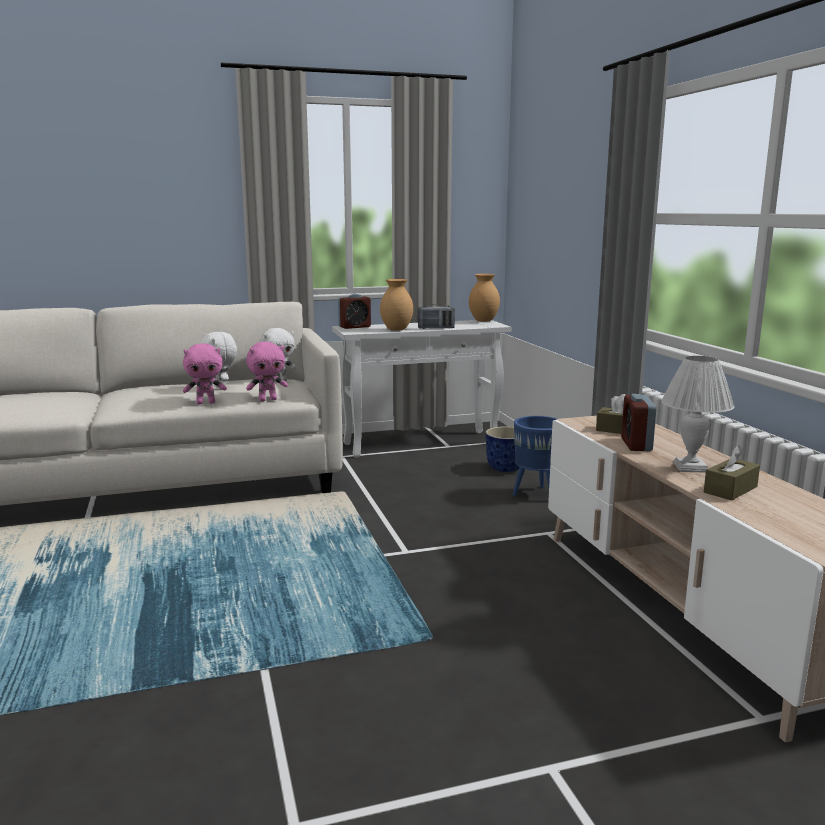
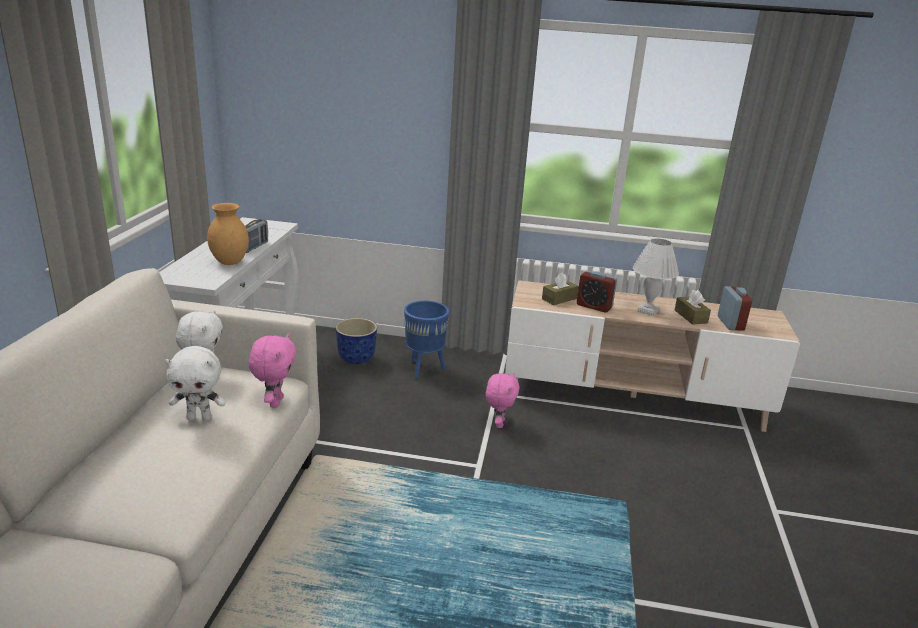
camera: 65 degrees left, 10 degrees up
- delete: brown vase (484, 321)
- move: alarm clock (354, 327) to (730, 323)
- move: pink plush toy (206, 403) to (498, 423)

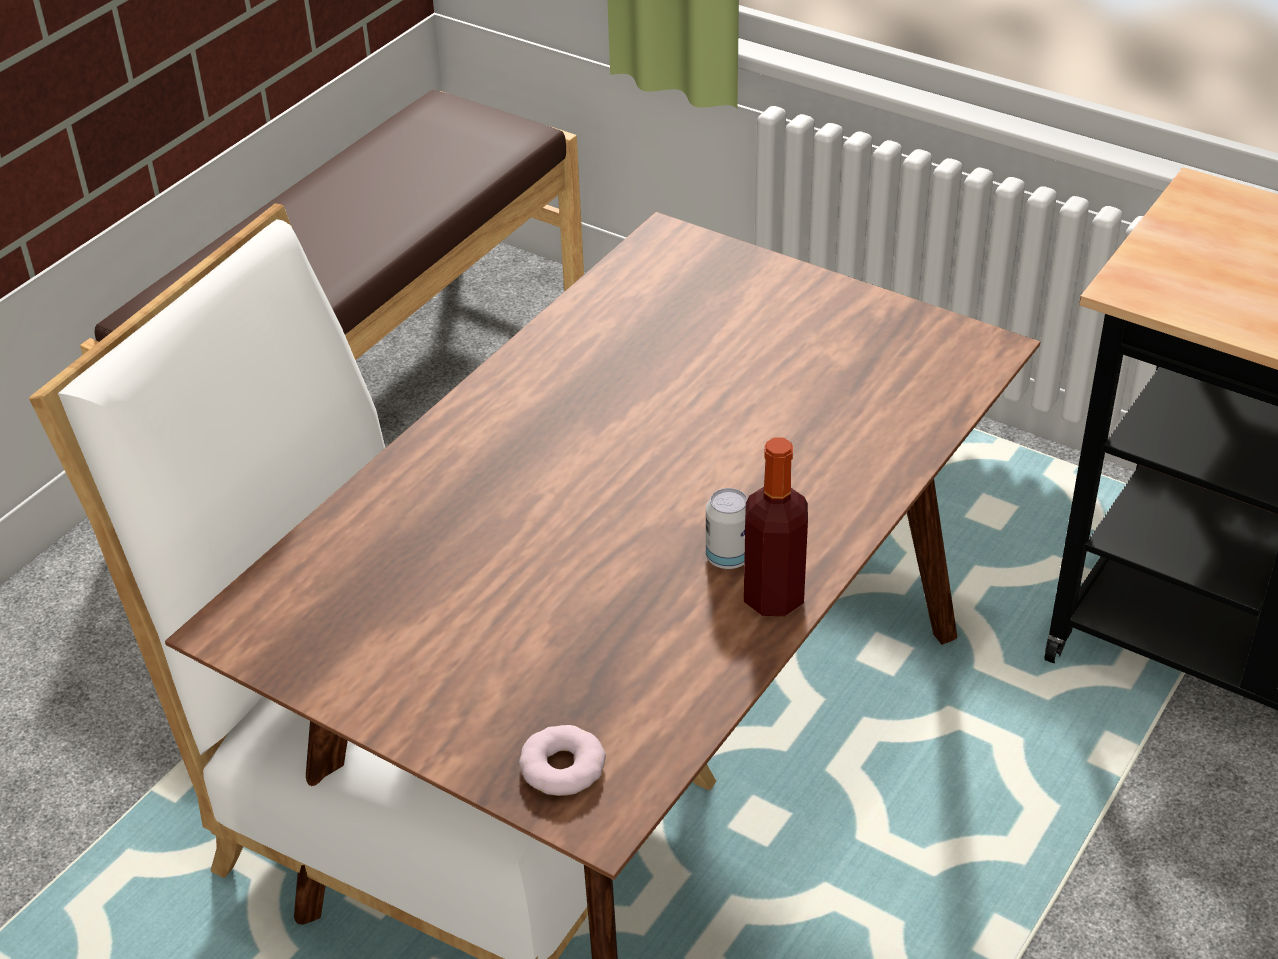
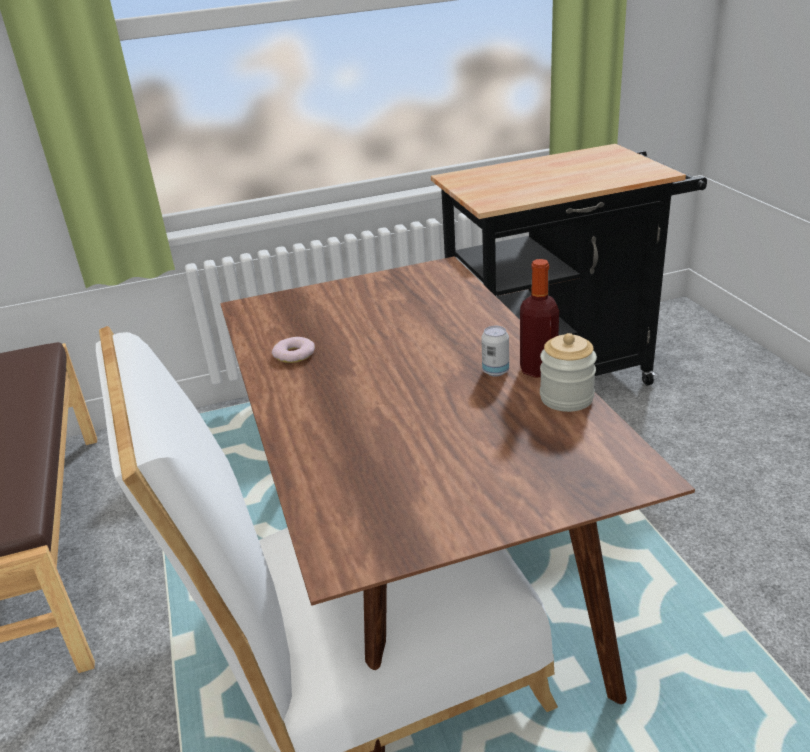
camera: 50 degrees left, 10 degrees down
- move: donut (562, 767) to (294, 354)
- insert: jar (566, 398)

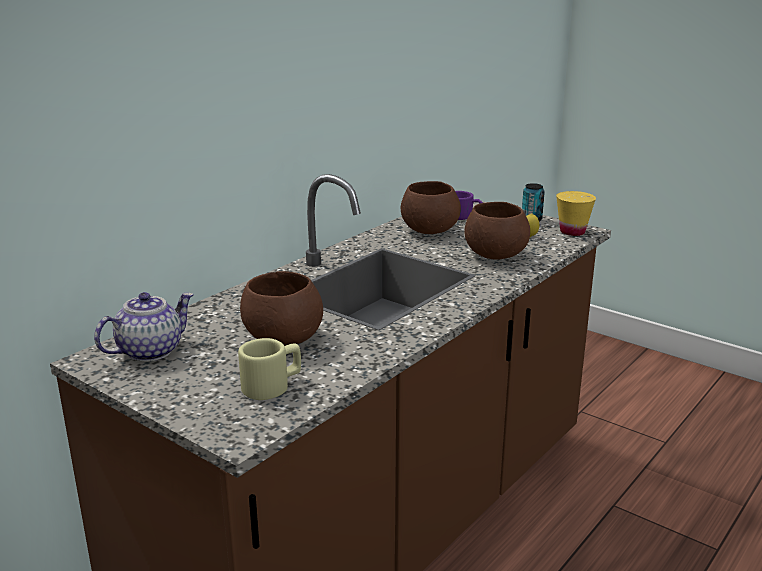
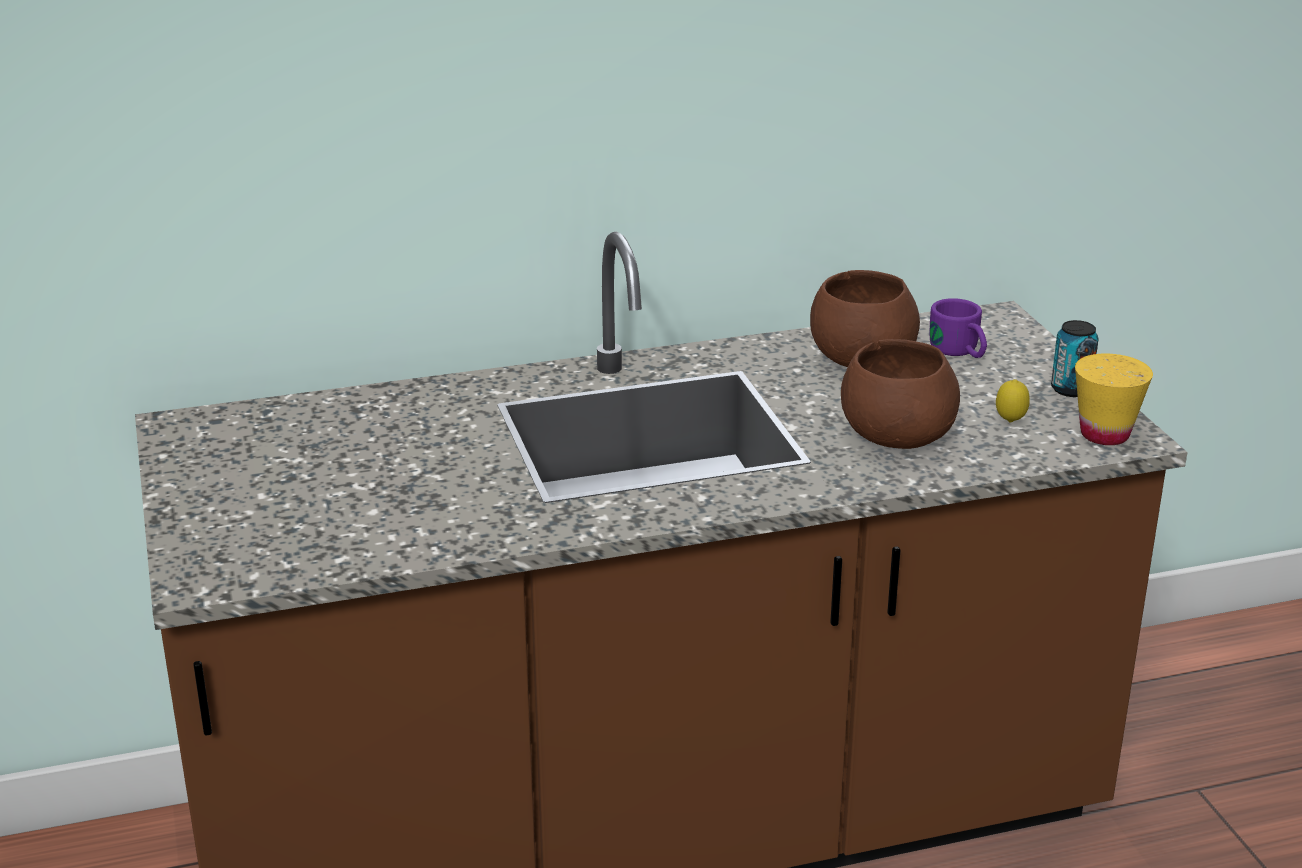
camera: 35 degrees right, 5 degrees up
- delete: brown bowl (283, 339)
- delete: teapot (150, 350)
- delete: beige mug (272, 386)

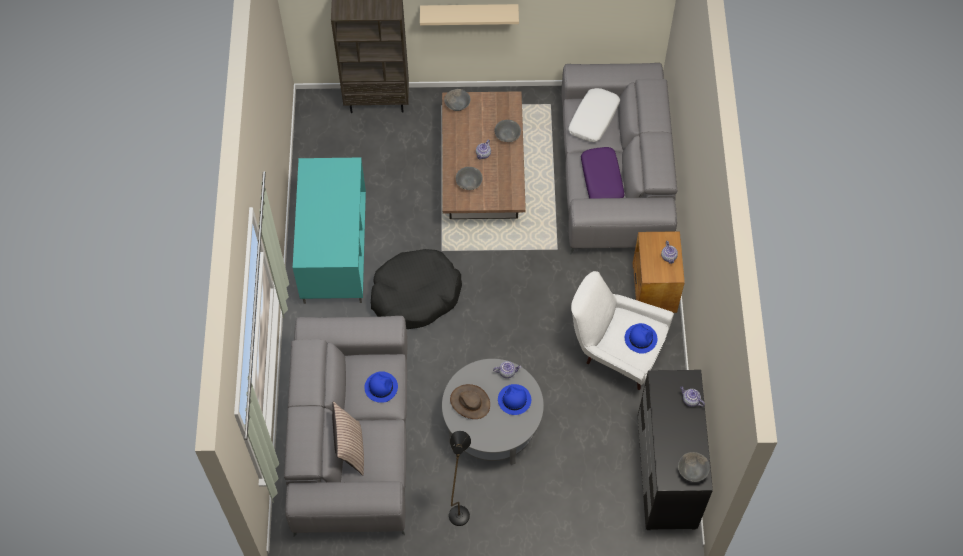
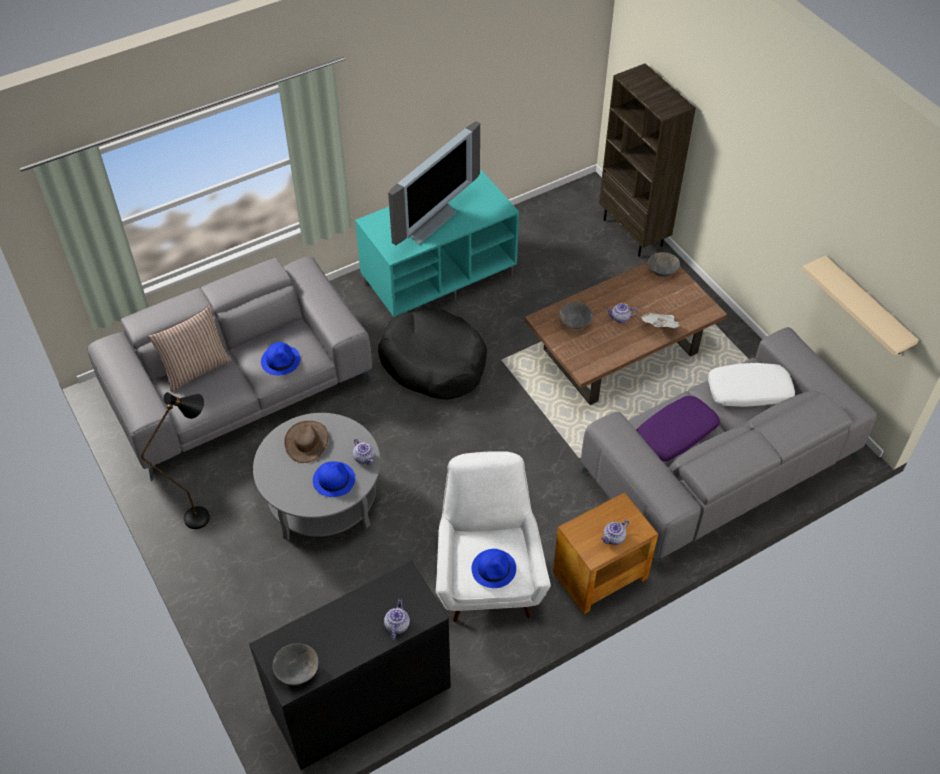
camera: 60 degrees right, 10 degrees down
- move: beige shelf (469, 12) to (866, 307)
- replace: grey bowl (507, 136) to newspaper (660, 327)
- insert: television (426, 222)

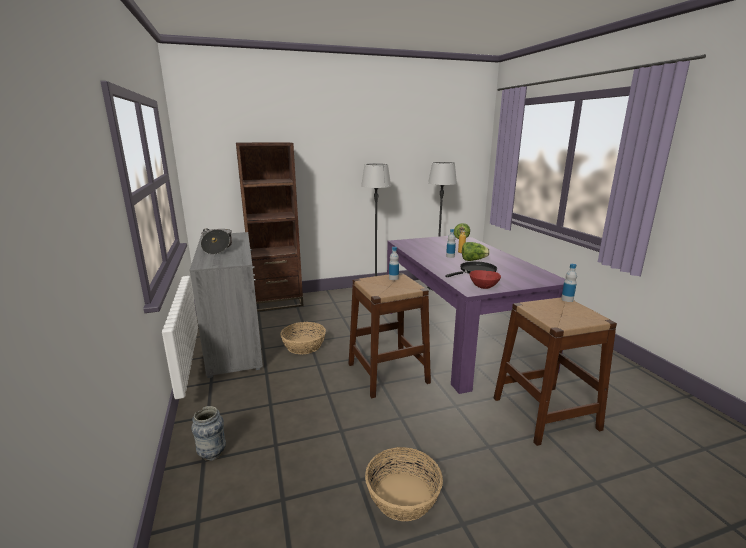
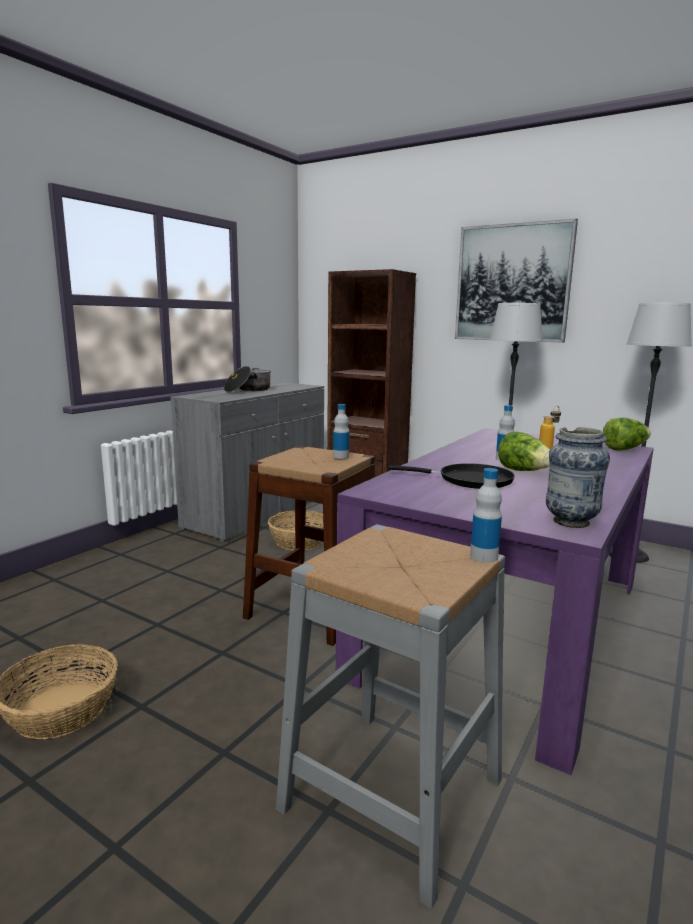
camera: 50 degrees right, 5 degrees down
- delete: red bowl (483, 287)
- recolor: brown stool (545, 413) to grey stool (392, 793)
- move: vase (212, 454) to (570, 522)
- insert: picture (512, 283)

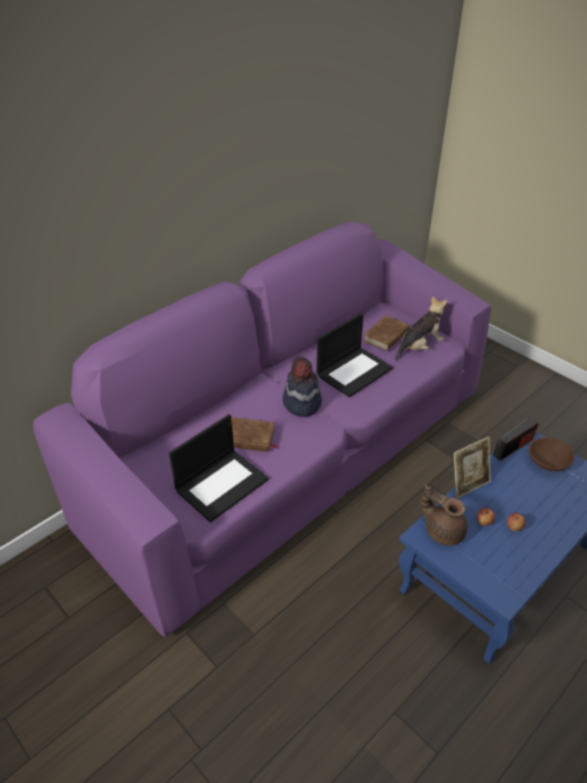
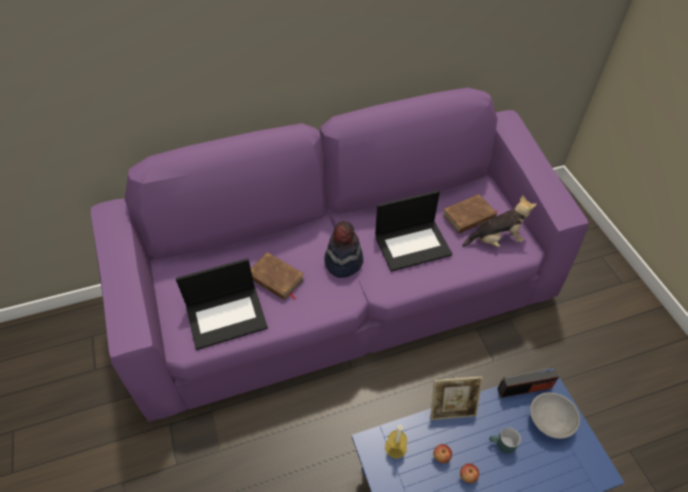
camera: 25 degrees right, 10 degrees up
- recolor: brown bowl (548, 463) to grey bowl (550, 421)
- replace: brown teapot (443, 530) to candle (395, 447)
- insert: turquoise mug (502, 445)

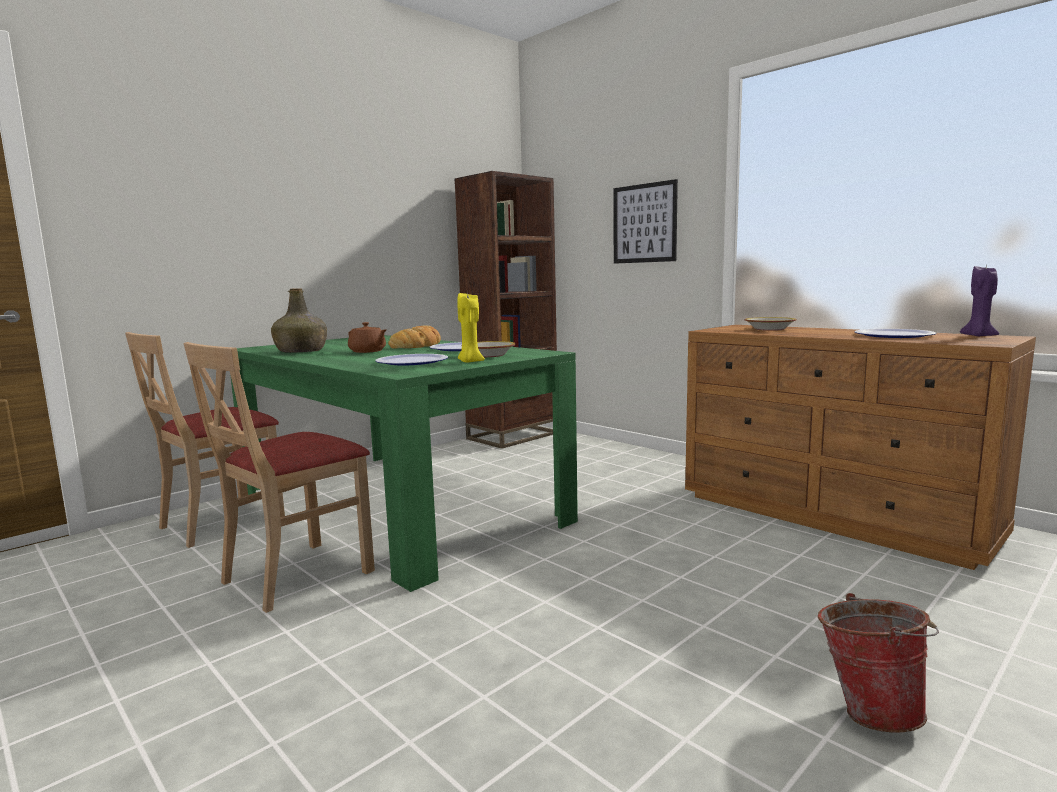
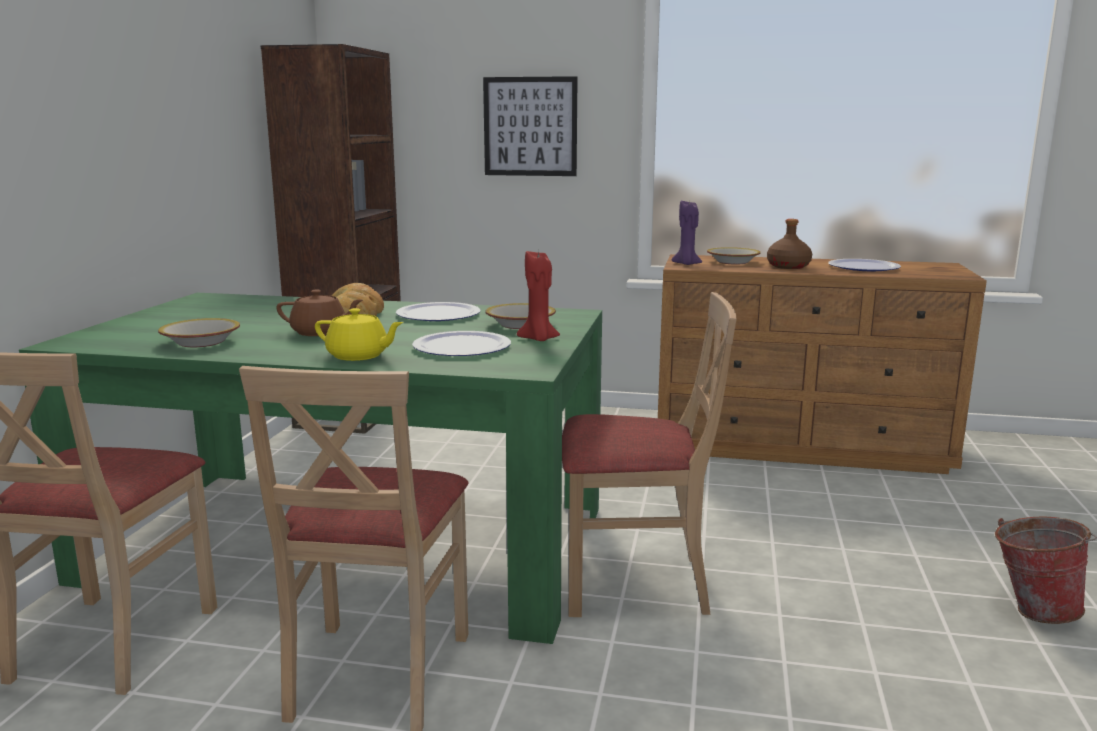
camera: 35 degrees left, 5 degrees up
- move: purple candle (978, 336) to (686, 264)
- replace: green bottle (302, 351) to bowl (202, 342)
- recolor: yellow candle (470, 362) to red candle (538, 339)
- insert: brown bottle (788, 266)
- insert: beige chair (635, 583)
- insert: yellow teapot (358, 356)

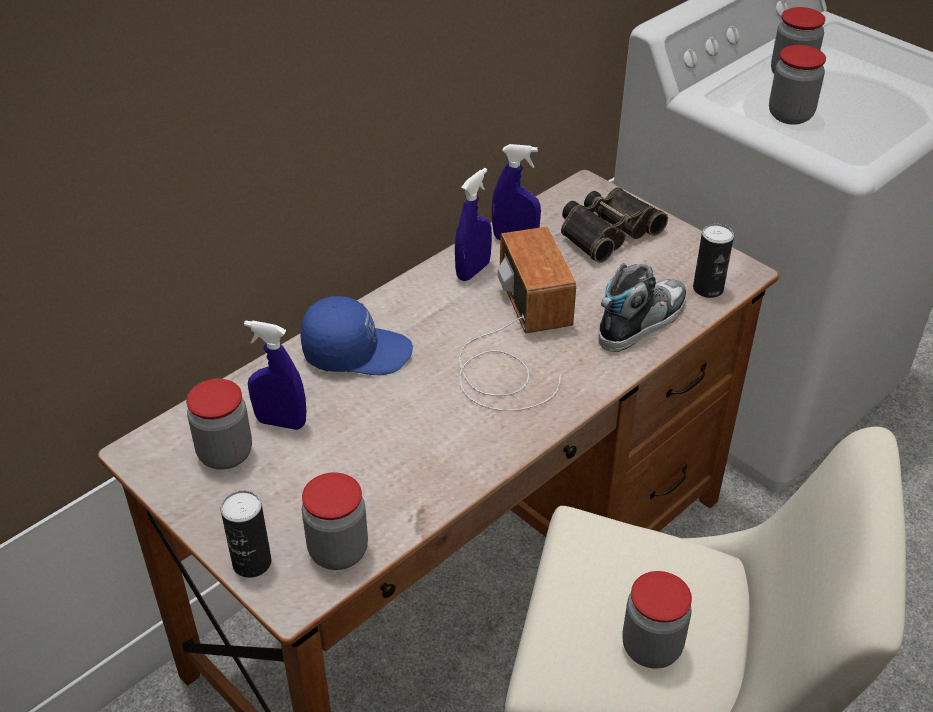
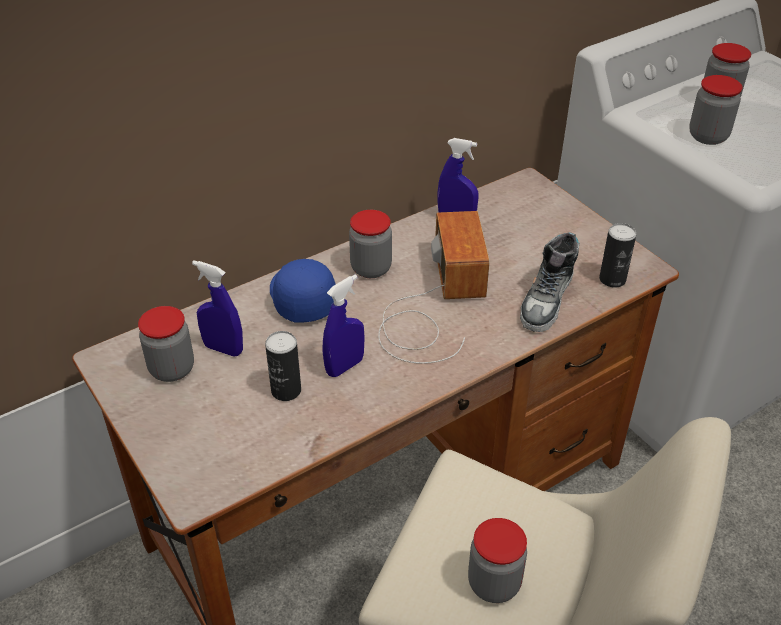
camera: 10 degrees right, 0 degrees up
- move: blue spray bottle (473, 271) to (345, 366)
- delete: binoculars (606, 231)
- rotate: shoe (642, 321) = (547, 300) 150 degrees clockwise
- rotate: blue cap (357, 351) = (300, 298) 120 degrees counterclockwise
- move: jar (338, 551) to (371, 268)
- move: can (252, 562) to (286, 390)

